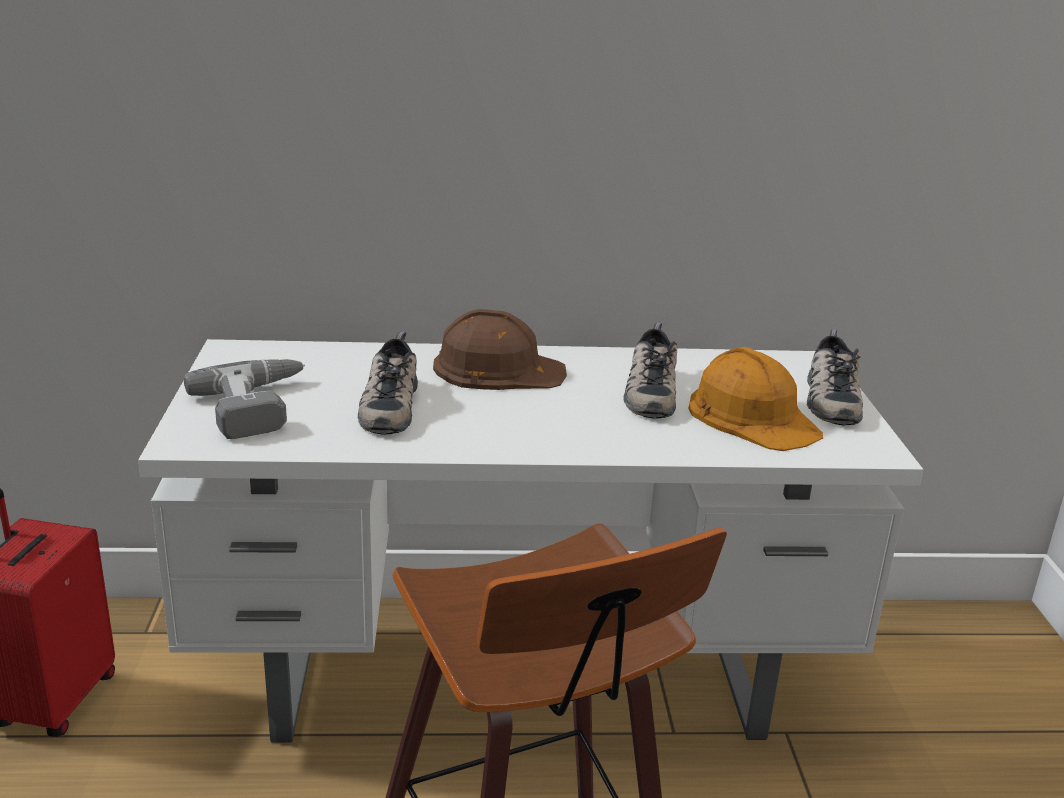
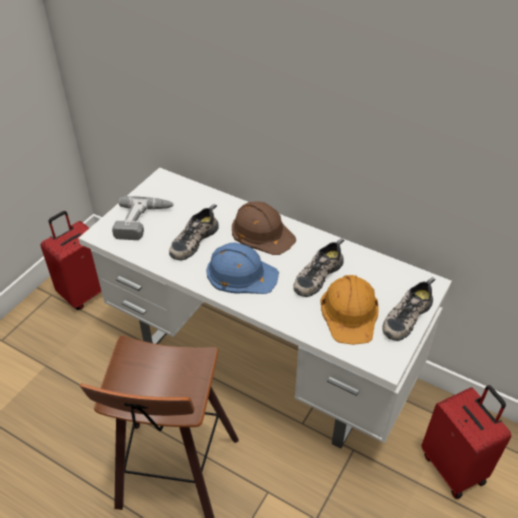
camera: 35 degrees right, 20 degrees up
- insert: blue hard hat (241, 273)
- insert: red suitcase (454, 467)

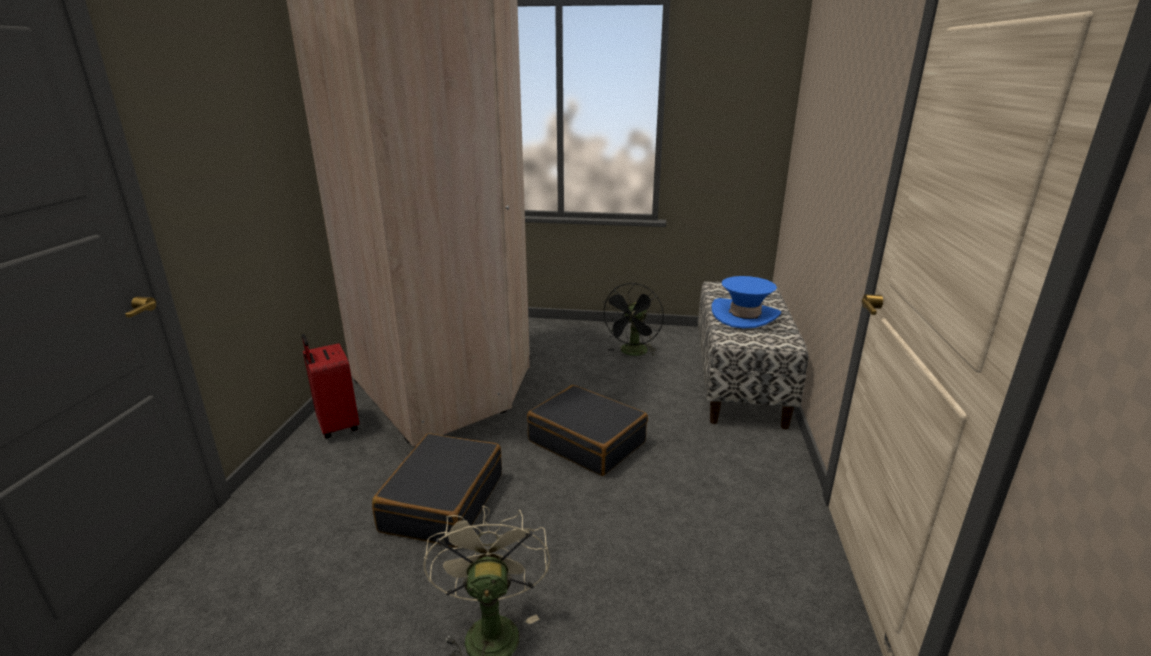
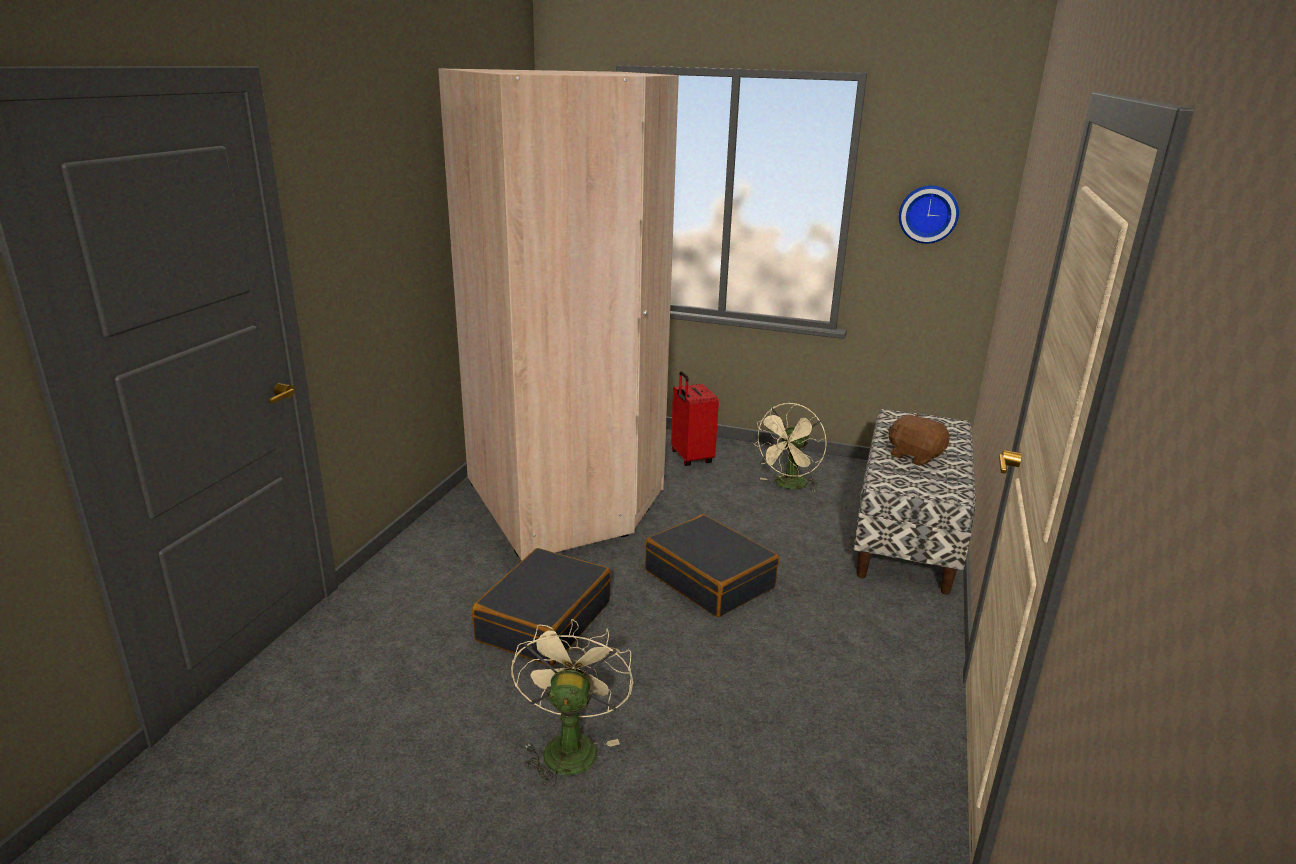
camera: 10 degrees right, 0 degrees up
- replace: blue hat (745, 315) to brown plush toy (915, 456)
- recolor: black fan (633, 353) to beige fan (788, 486)
- move: red suitcase (336, 426) to (690, 458)
- insert: wall clock (928, 214)

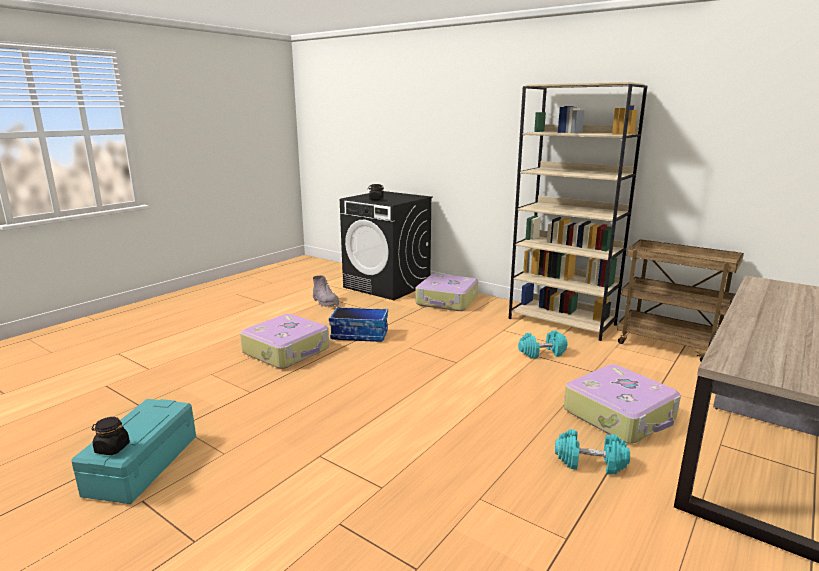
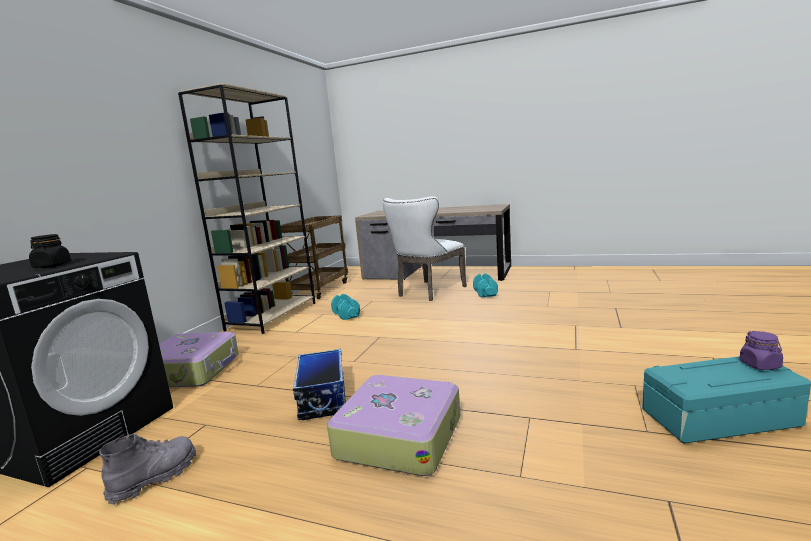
camera: 105 degrees left, 5 degrees down
- replace: suitcase (620, 415) to white chair (428, 292)
- recolor: black jar (112, 448) to purple jar (760, 365)

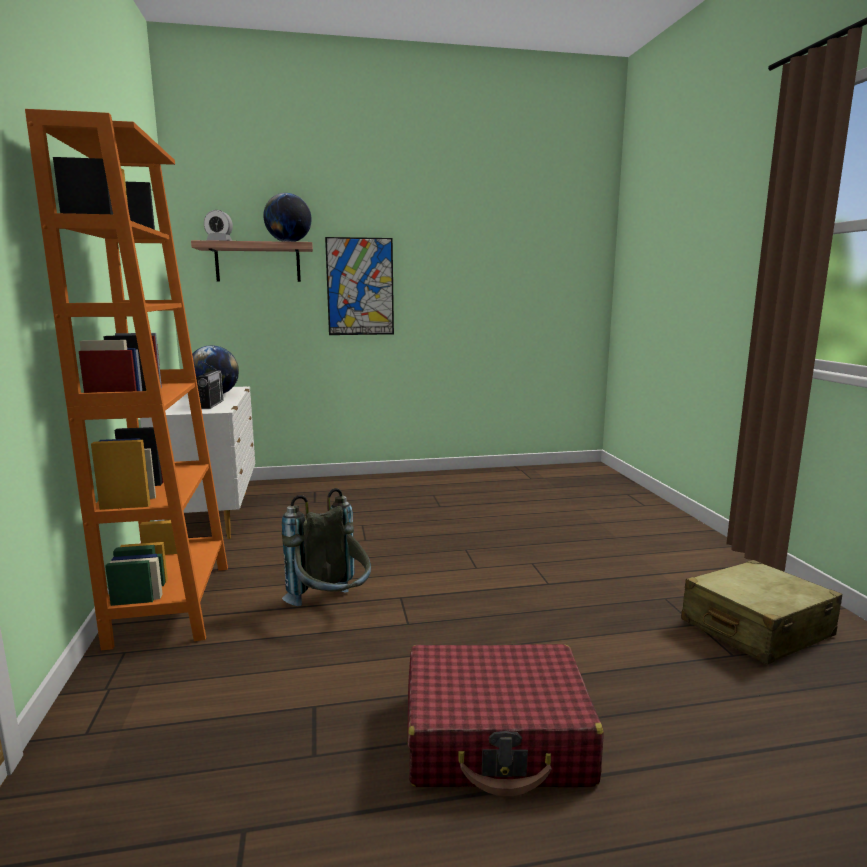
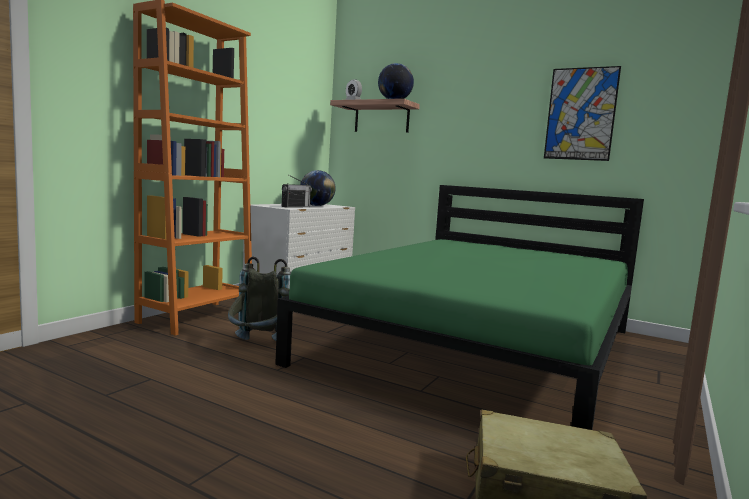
camera: 40 degrees right, 5 degrees down
- move: picture (360, 287) to (580, 114)
- delete: red suitcase (497, 738)
- insert: green bed (480, 346)

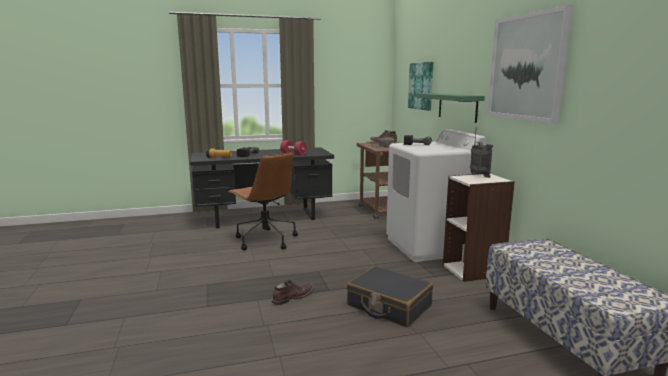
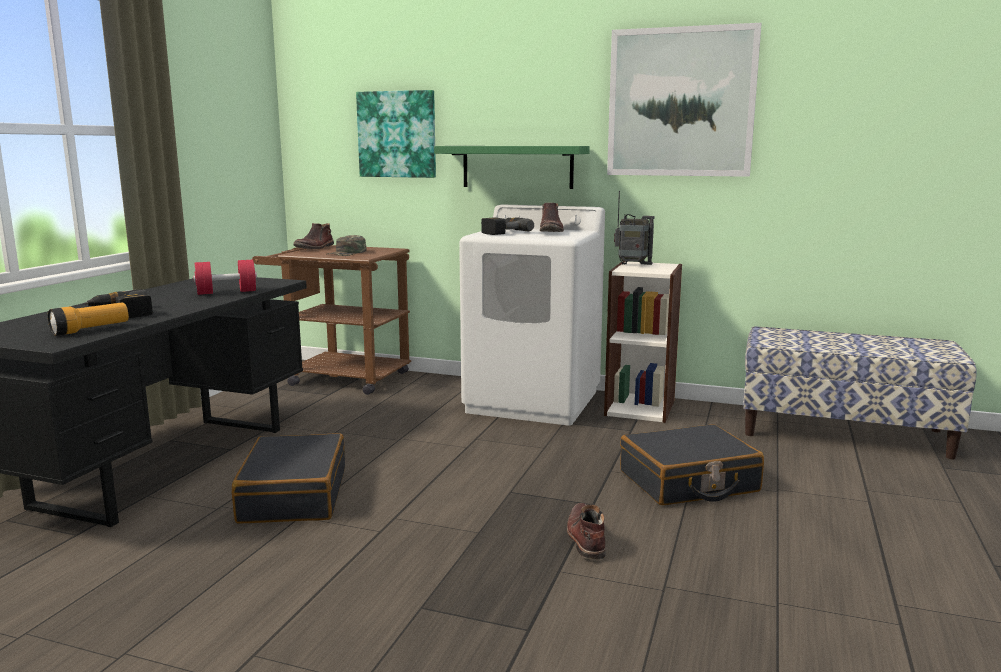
camera: 55 degrees left, 0 degrees up
- replace: brown office chair (265, 240) to black suitcase (293, 495)
- insert: brown boot (551, 230)

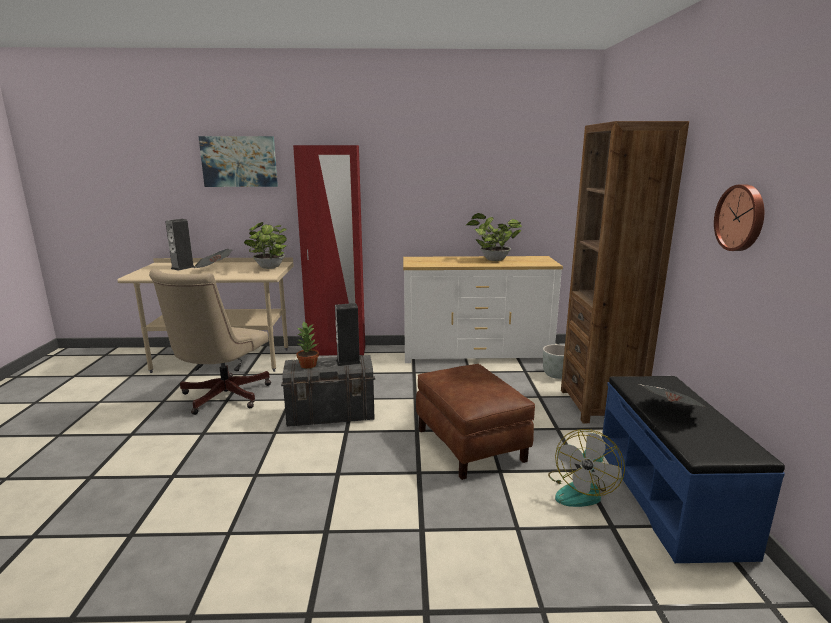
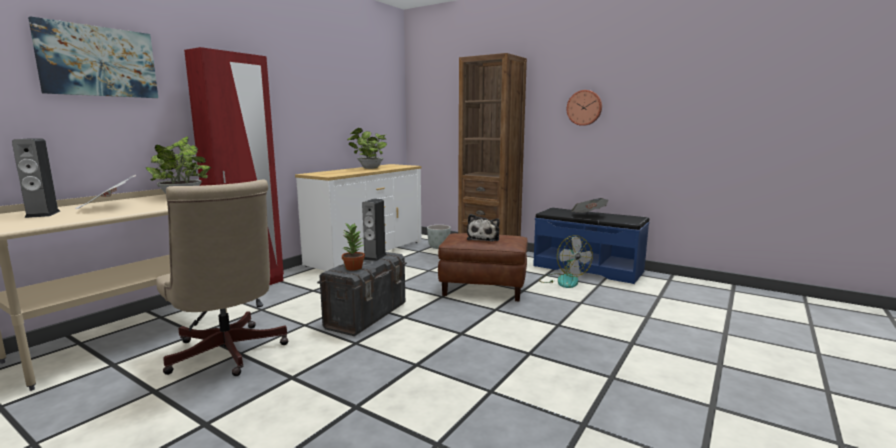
camera: 55 degrees left, 5 degrees down
- insert: plush toy (484, 238)

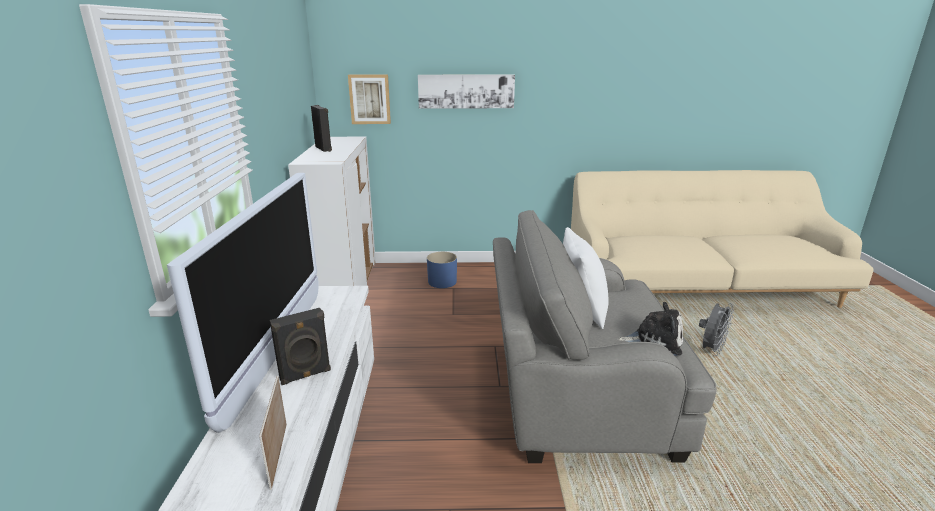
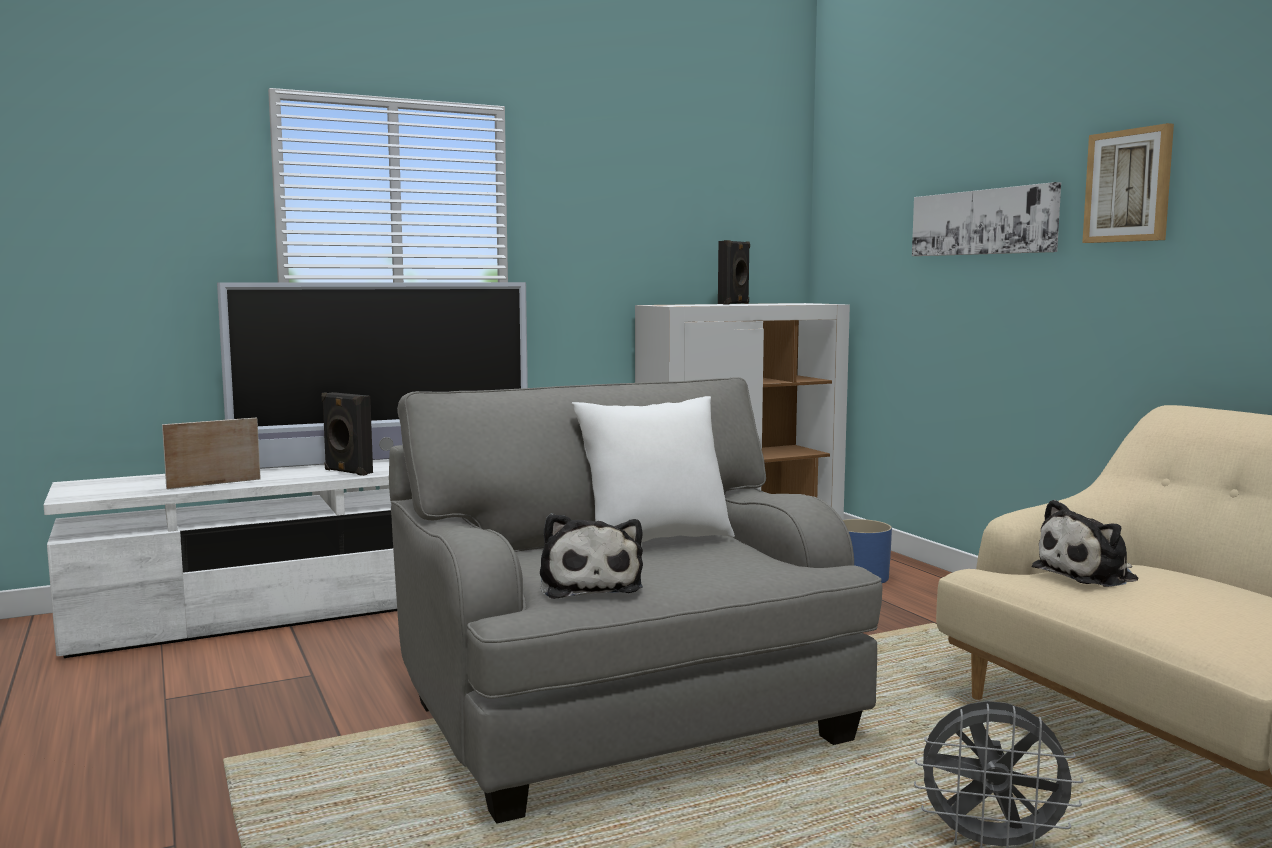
camera: 65 degrees right, 15 degrees down
- move: picture (370, 99) to (1129, 186)
- insert: plush toy (1090, 574)

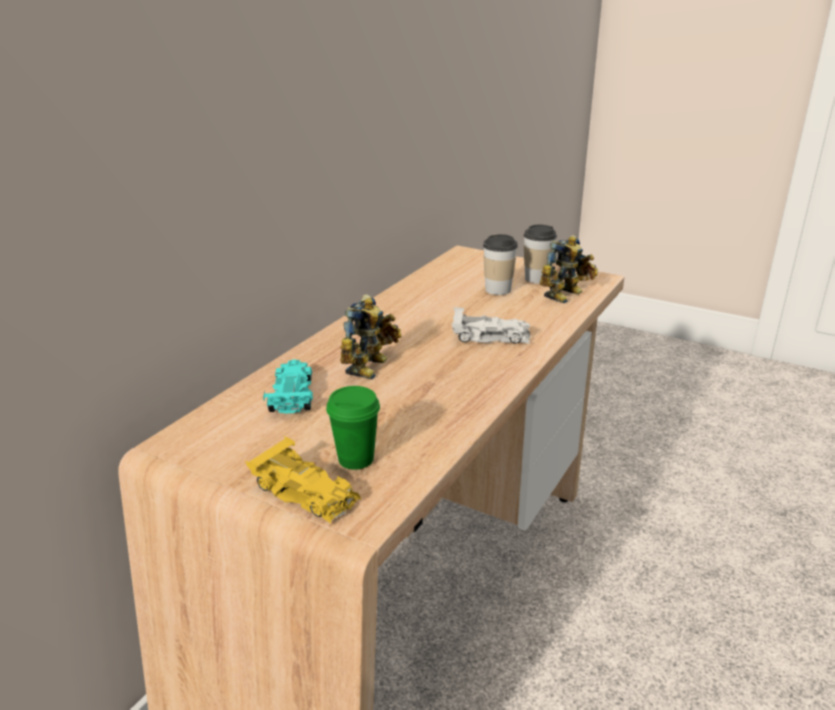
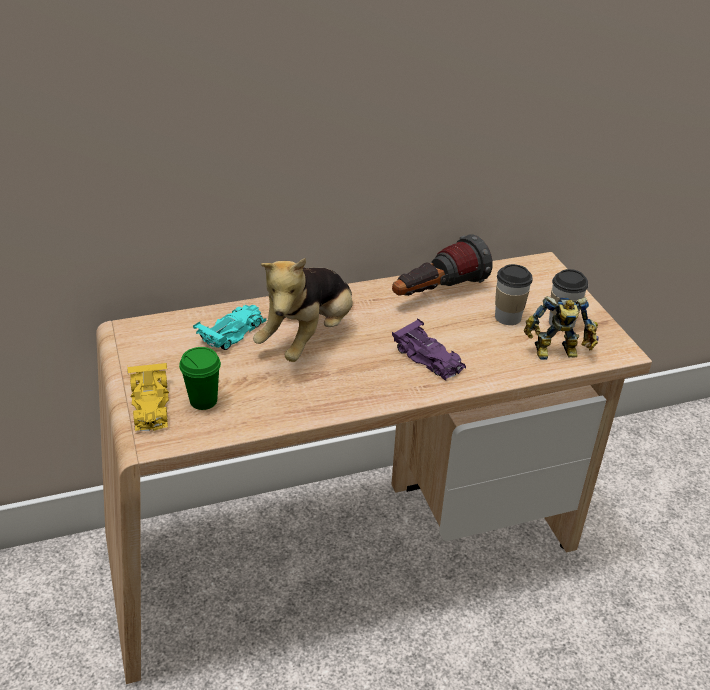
camera: 40 degrees right, 10 degrees up
- replace: toy robot (371, 367) to plush toy (308, 338)
- recolor: white toy car (491, 336) to purple toy car (429, 358)
- insert: flashlight (436, 293)

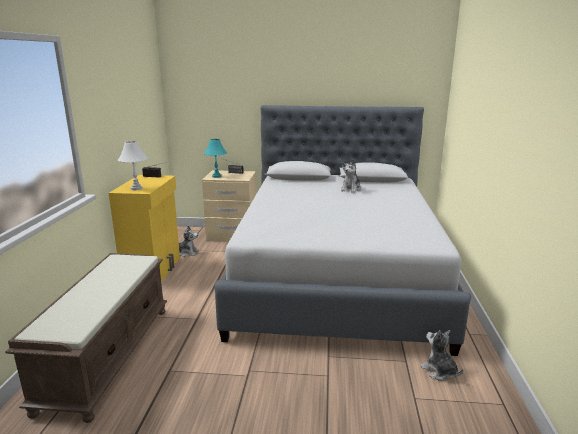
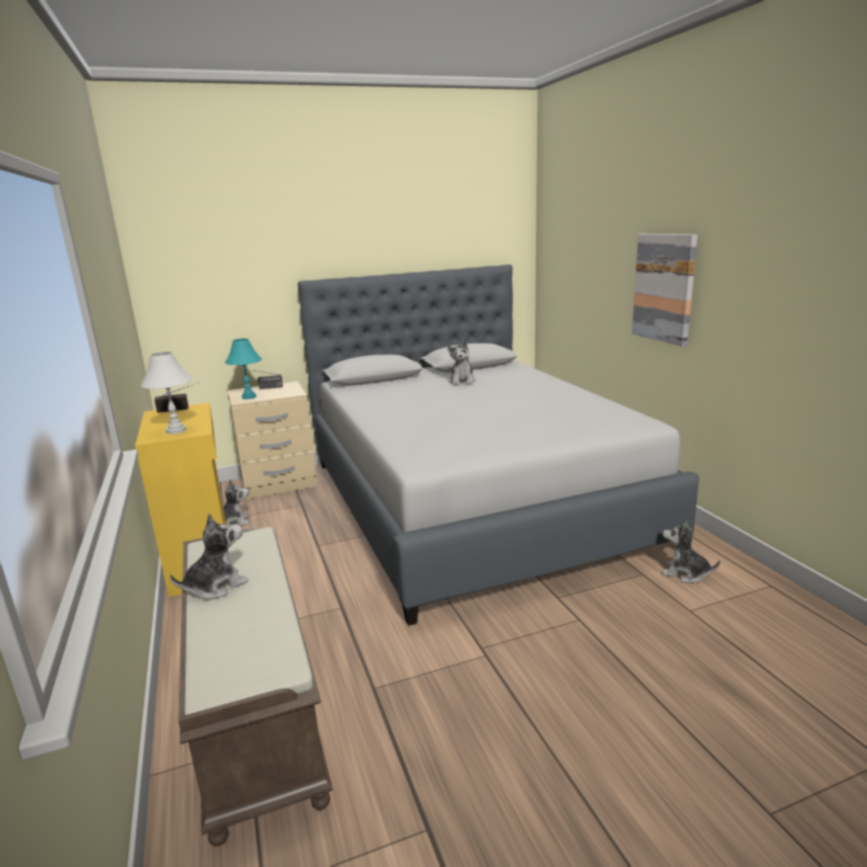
camera: 25 degrees left, 0 degrees up
- insert: picture (664, 288)
- insert: plush toy (215, 586)

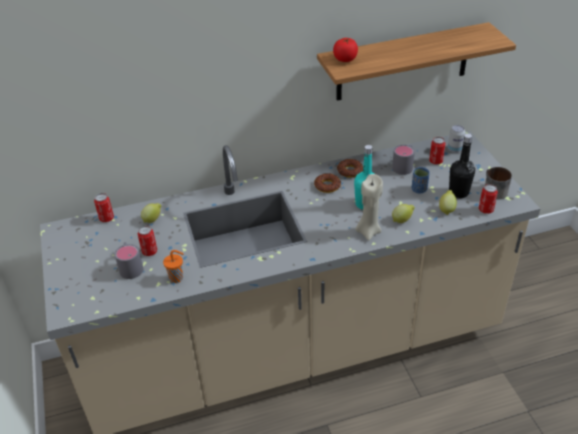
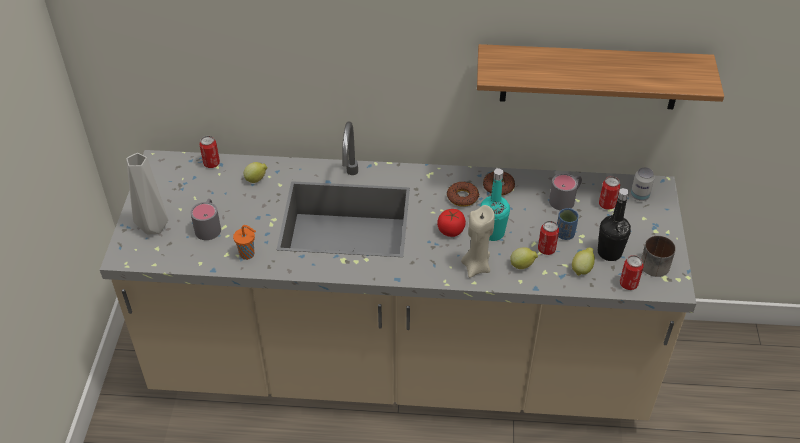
camera: 20 degrees right, 5 degrees up
- move: tomato (345, 59) to (451, 230)
- move: can (149, 251) to (546, 249)
- insert: grey vase (154, 228)

